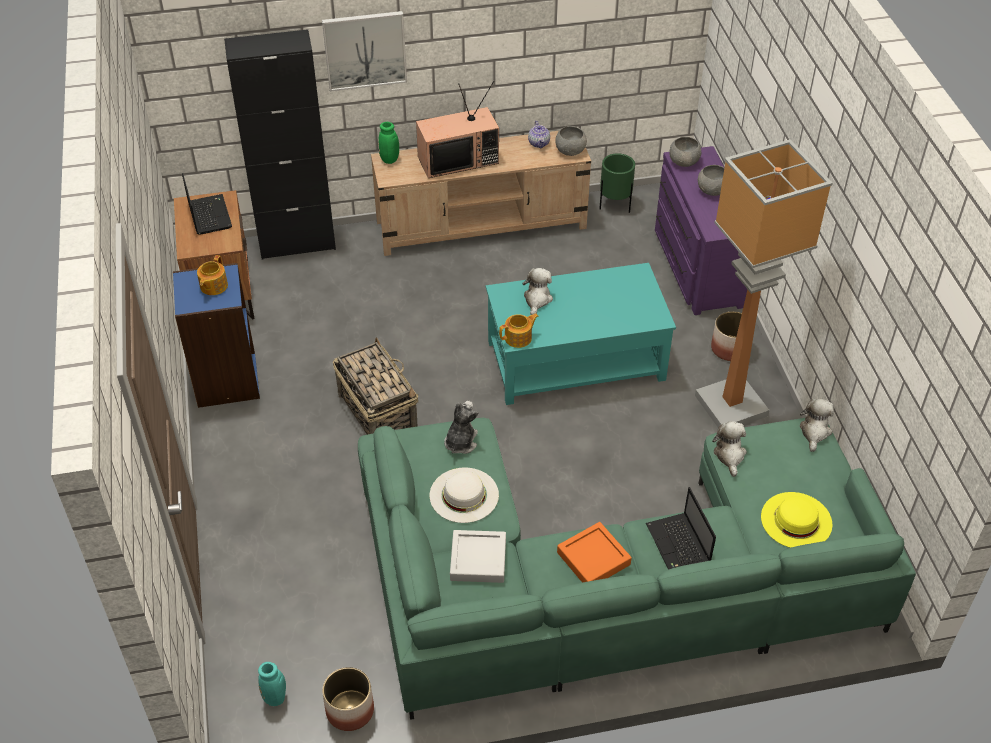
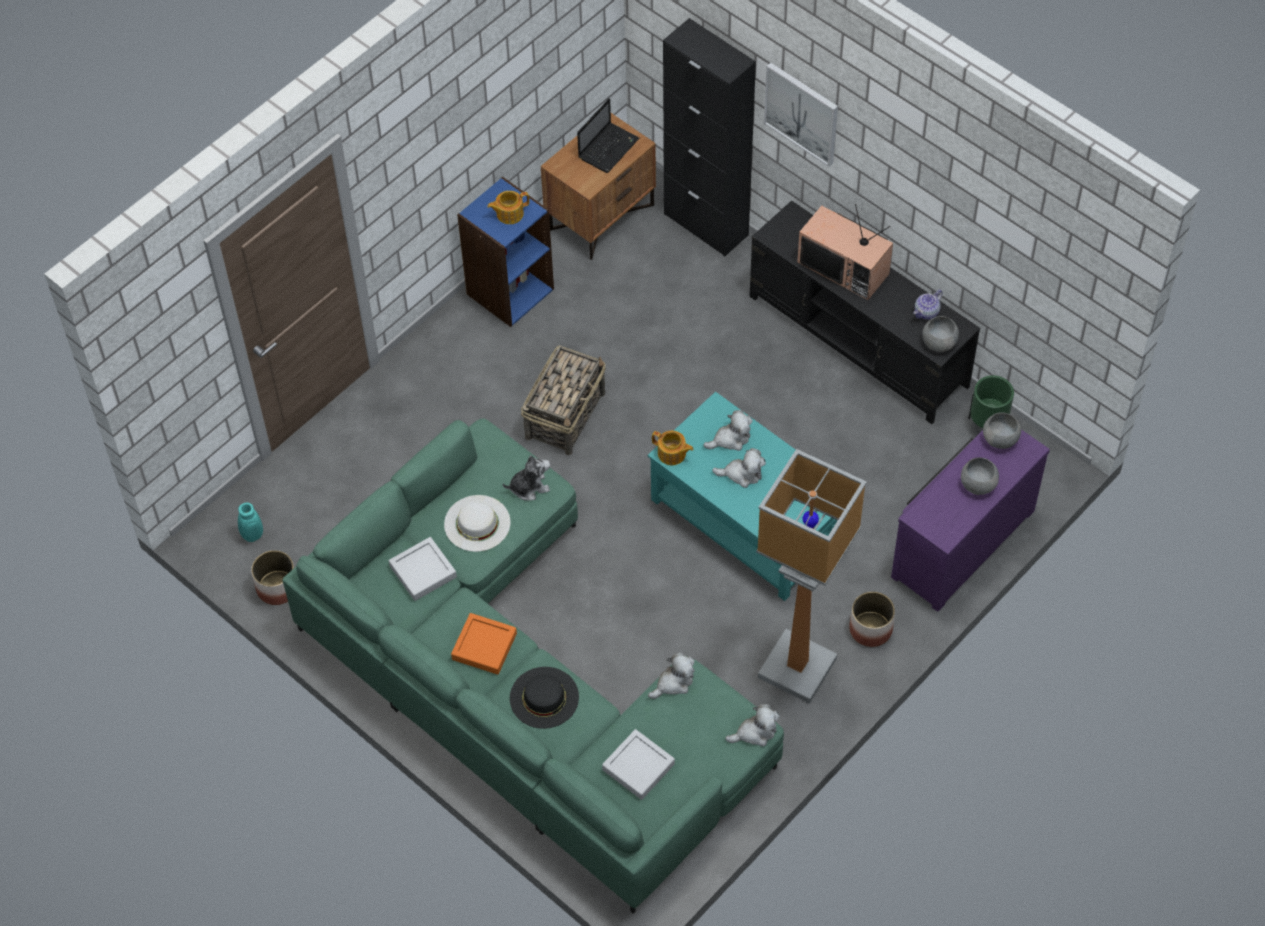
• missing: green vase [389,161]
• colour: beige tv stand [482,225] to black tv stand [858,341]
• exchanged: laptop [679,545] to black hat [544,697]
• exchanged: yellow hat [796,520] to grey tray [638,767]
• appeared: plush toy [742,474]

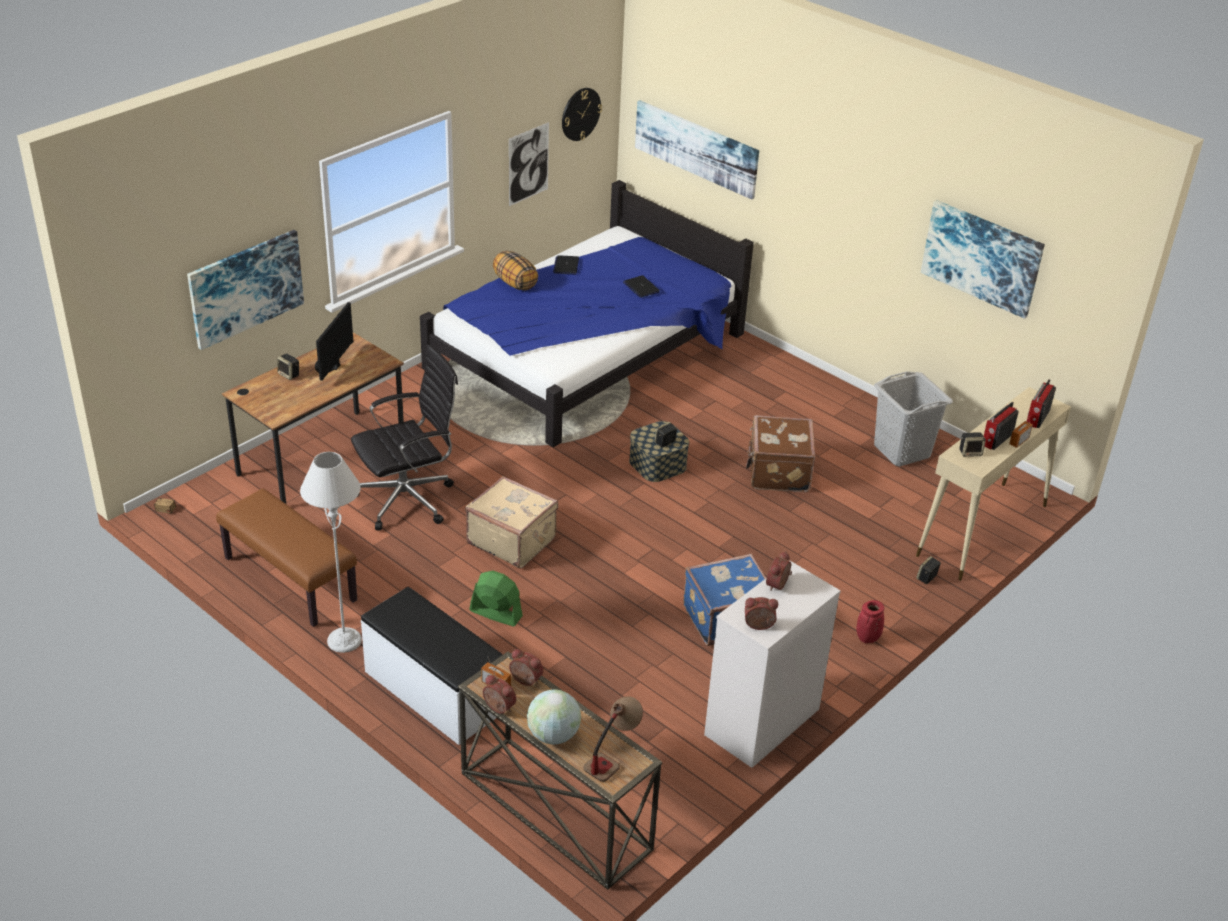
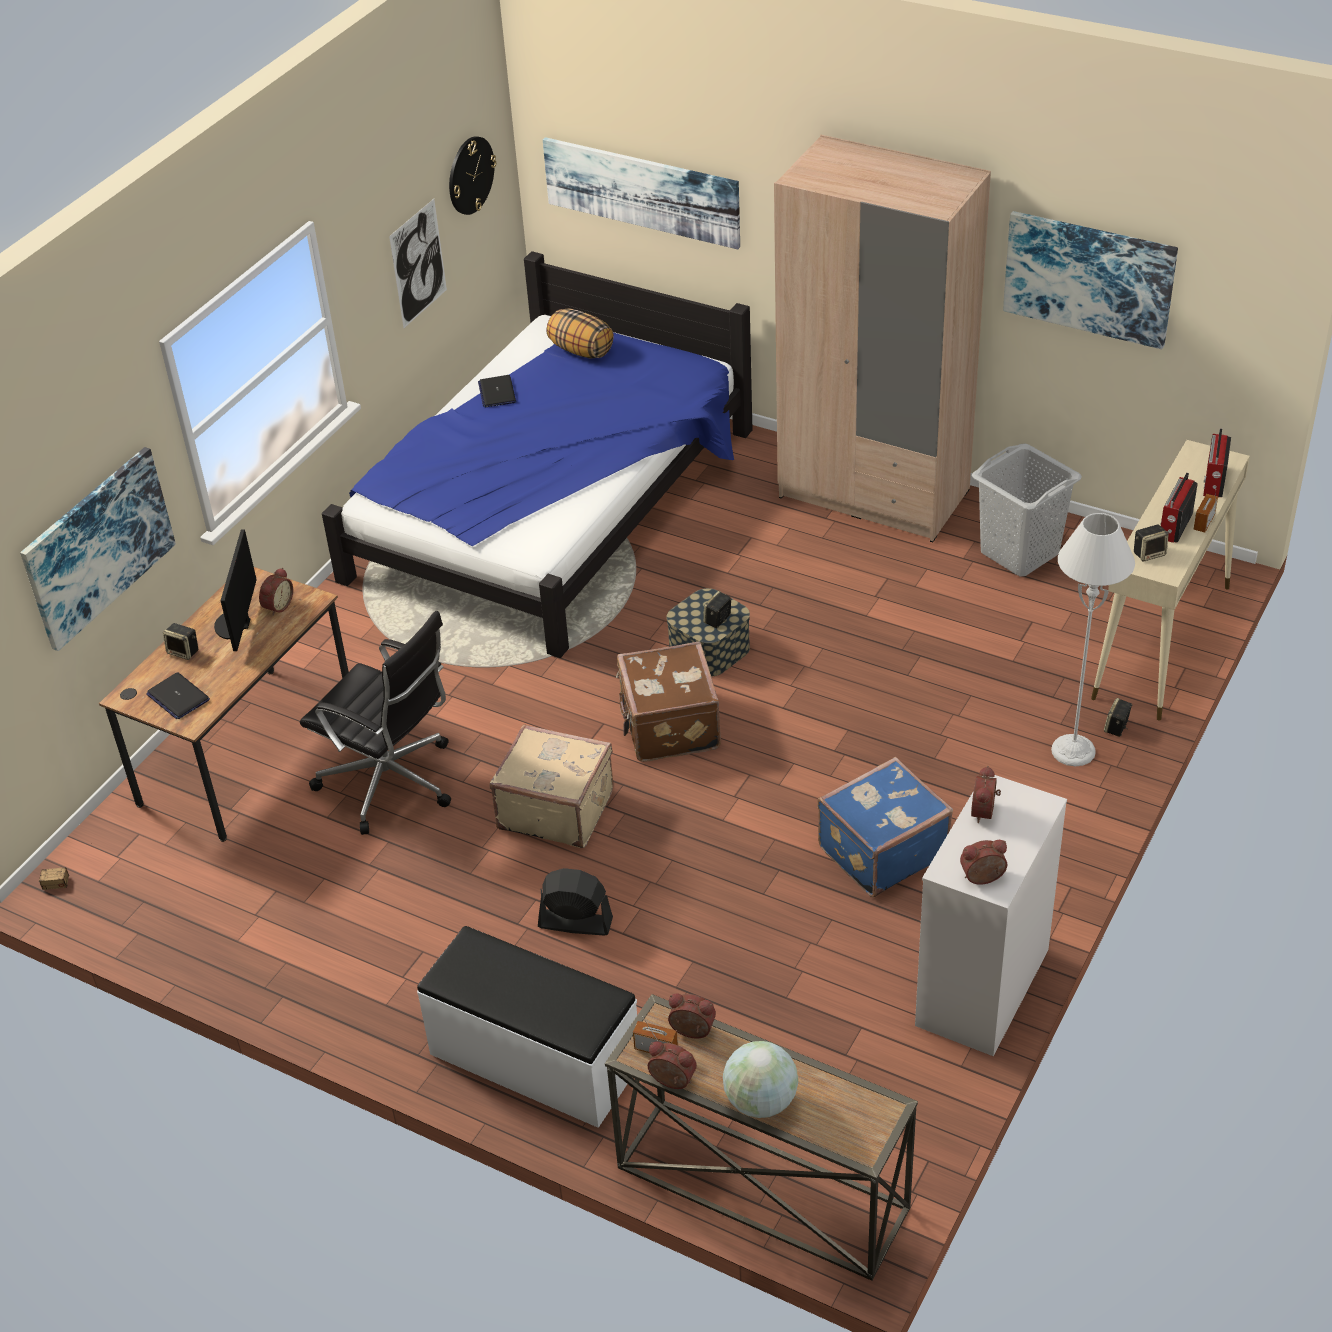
• relocated: pillow [515,283] to [581,351]
• relocated: laptop [641,287] to [178,697]
• spun: black office chair [408,499] = [391,783] 75 degrees clockwise
• relocated: brown suitcase [777,472] to [668,726]
• relocated: grey floor lamp [344,640] to [1073,750]
• missing: brown bench [289,579]
• colour: green fan [495,613] to black fan [575,922]
• missing: red vase [867,639]
• missing: table lamp [612,758]
• appeared: beige wardrobe [874,494]
• appeared: alarm clock [277,606]

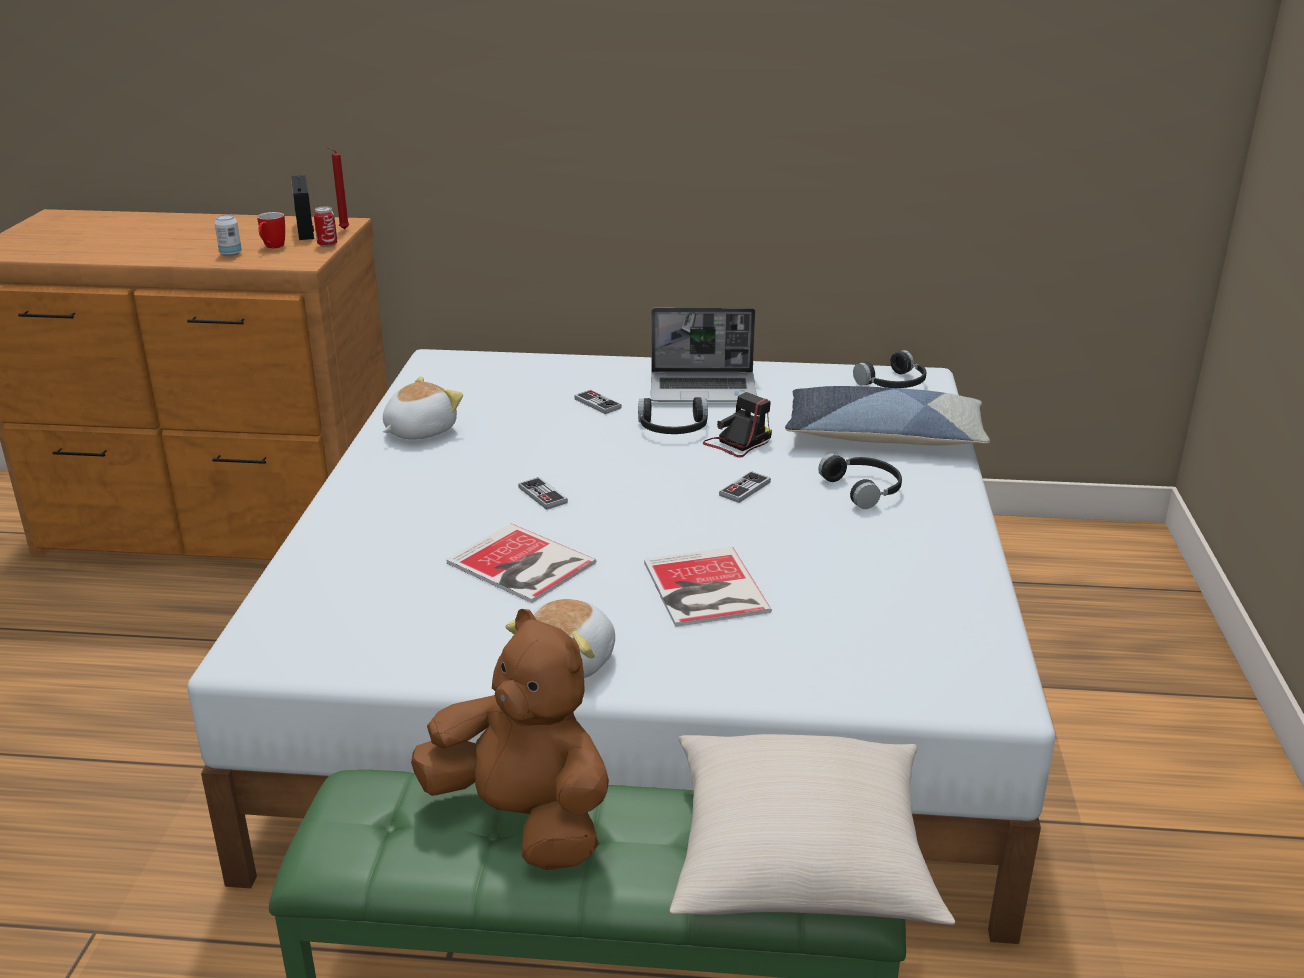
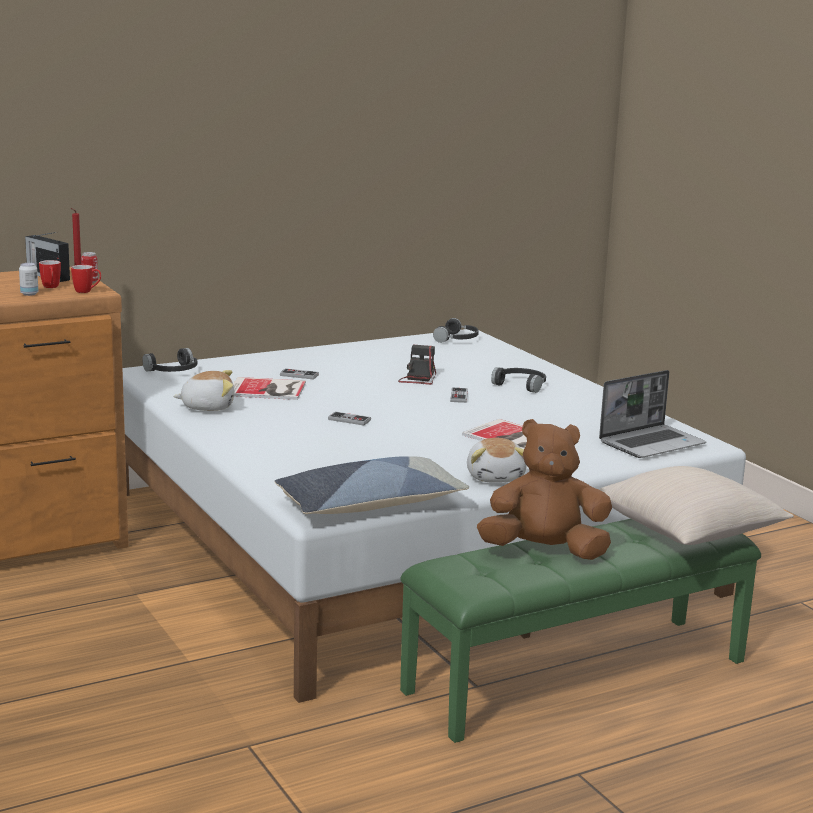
• relocated: laptop [704,389] to [652,443]
• spun: plush toy [419,431] = [207,407] 75 degrees clockwise
• relocated: pillow [883,436] to [370,504]
• relocated: black headphones [673,429] to [173,371]
• relocated: book [522,565] to [269,390]
• appeared: mug [87,291]

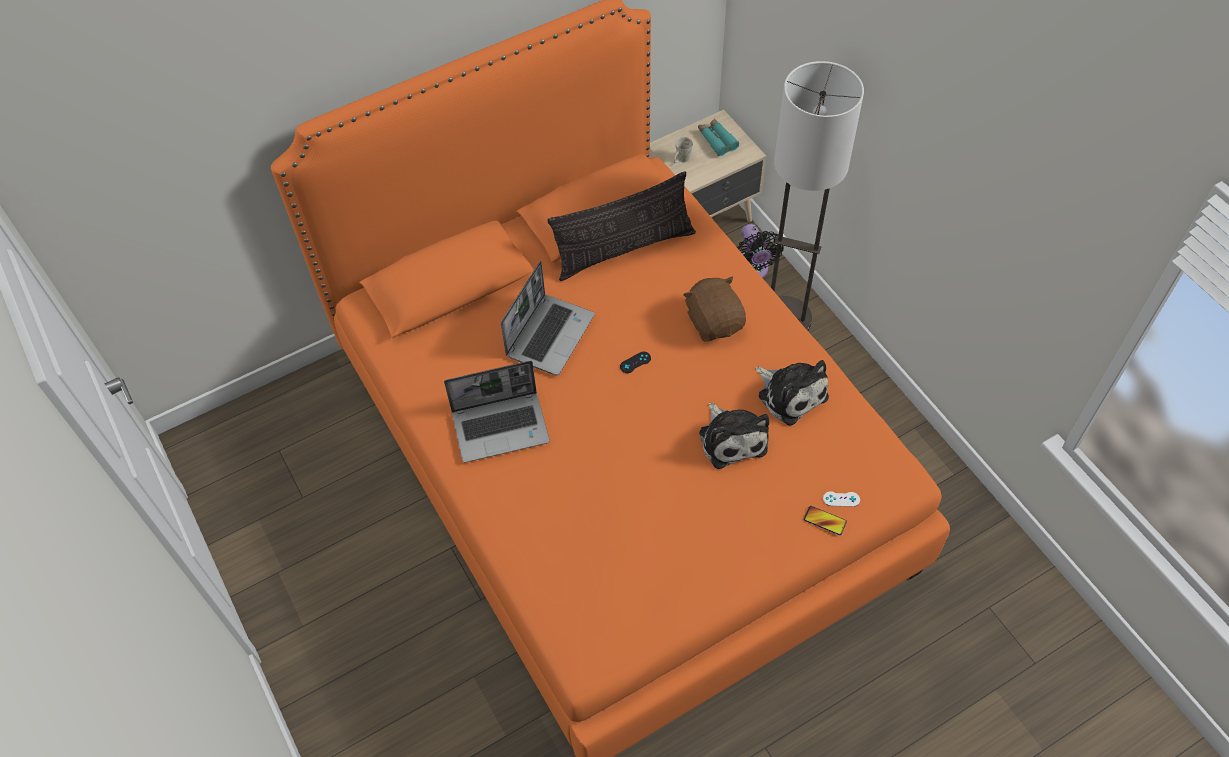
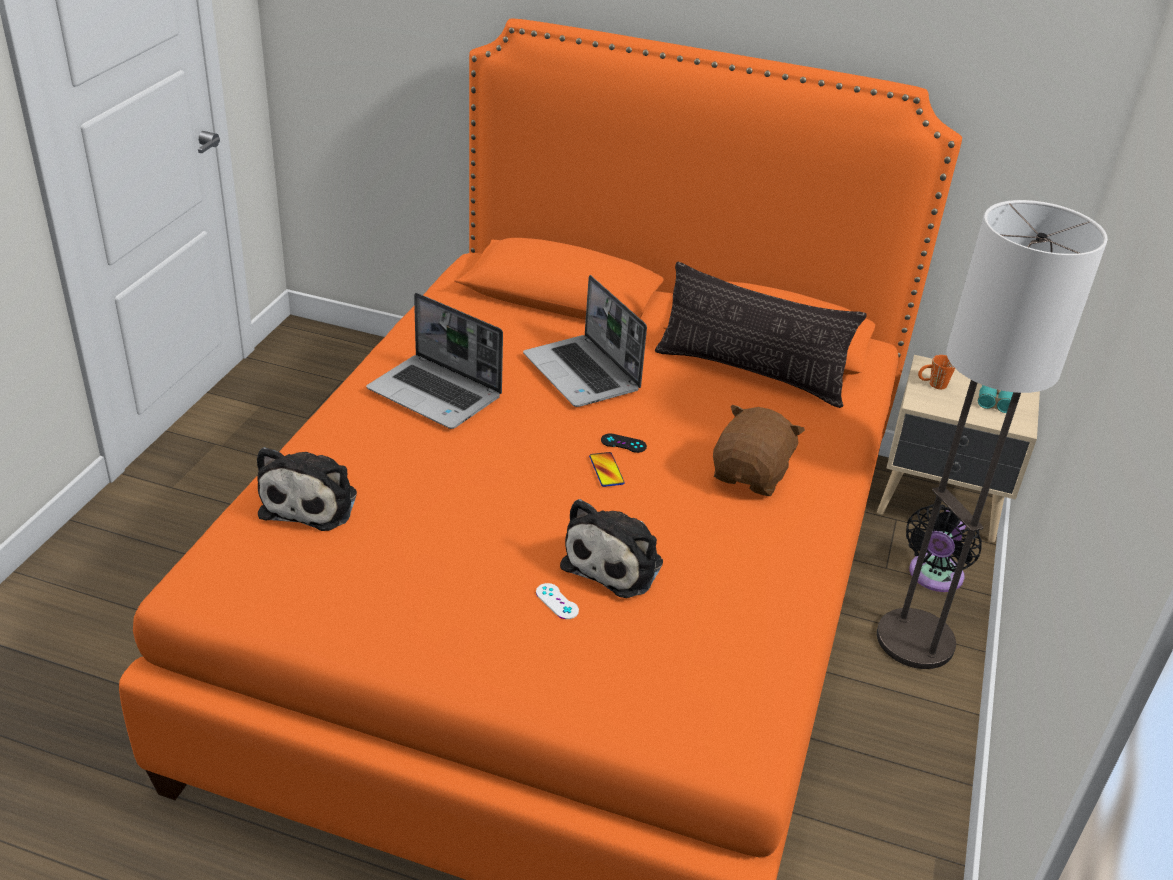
• colour: white mug [681,160] to orange mug [932,384]
• spun: laptop [550,334] = [583,374] 75 degrees clockwise
• relocated: plush toy [790,393] to [312,501]
• relocated: white game controller [841,499] to [557,601]
• relocated: phone [825,521] to [606,470]

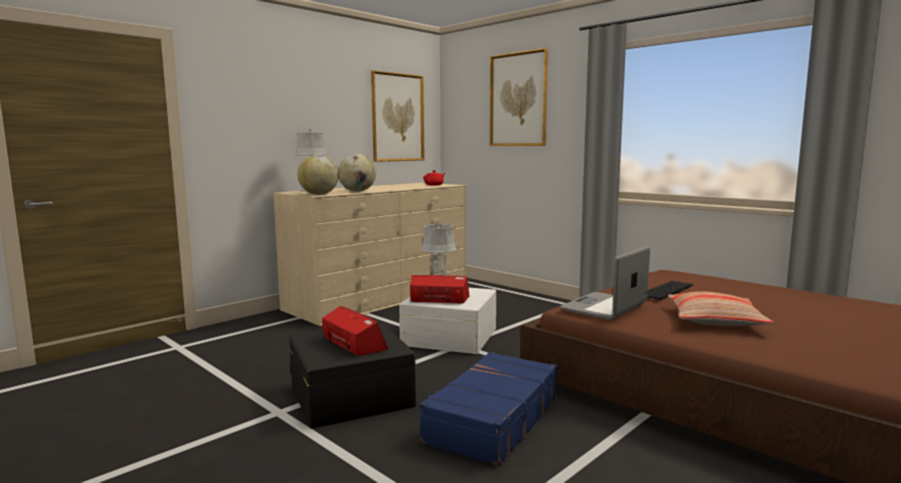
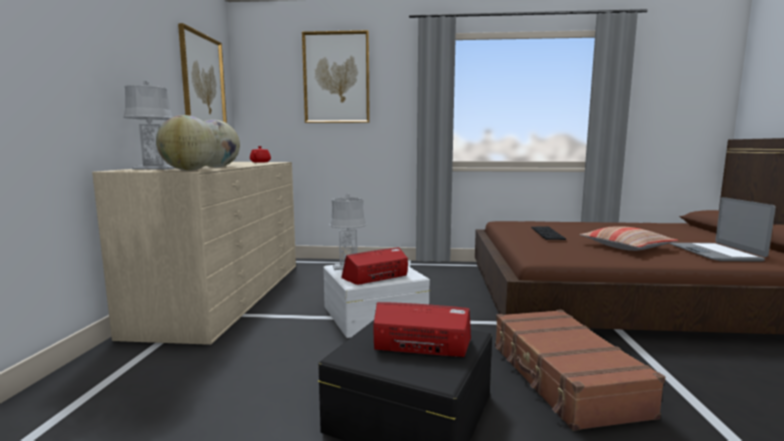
• relocated: laptop [604,307] to [715,253]
• colour: blue suitcase [492,420] to brown suitcase [563,379]

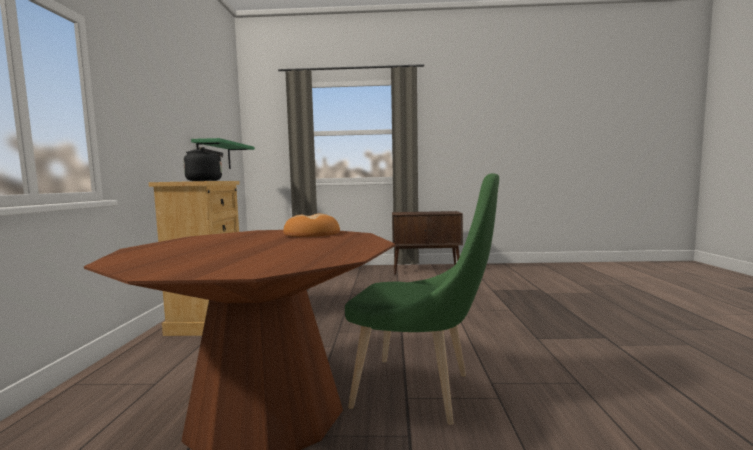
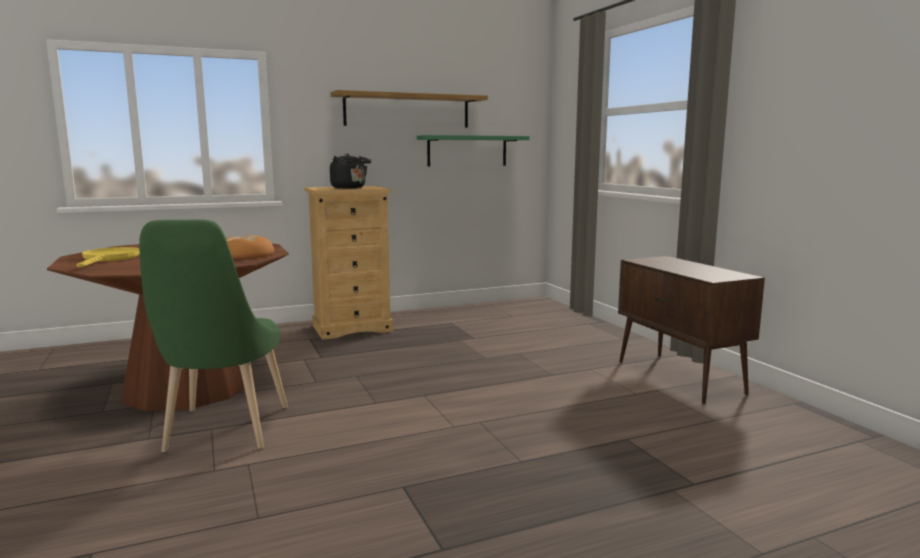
• appeared: shelf [407,110]
• appeared: yellow frying pan [109,259]

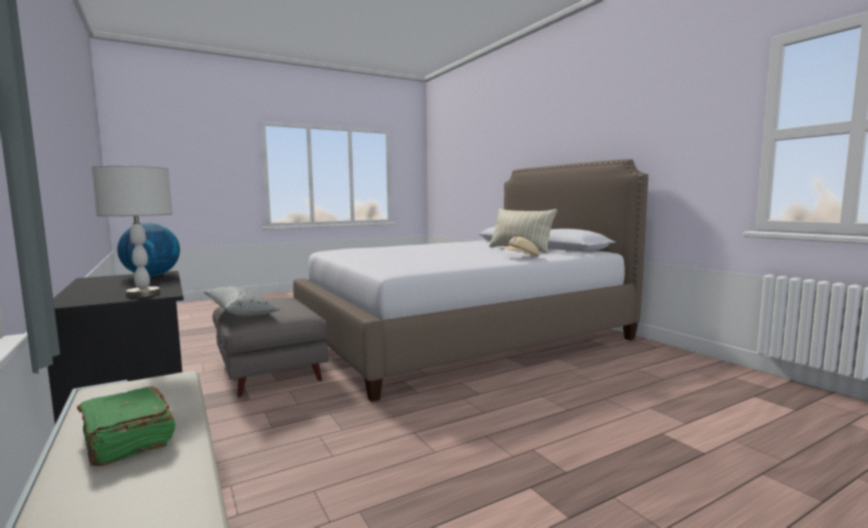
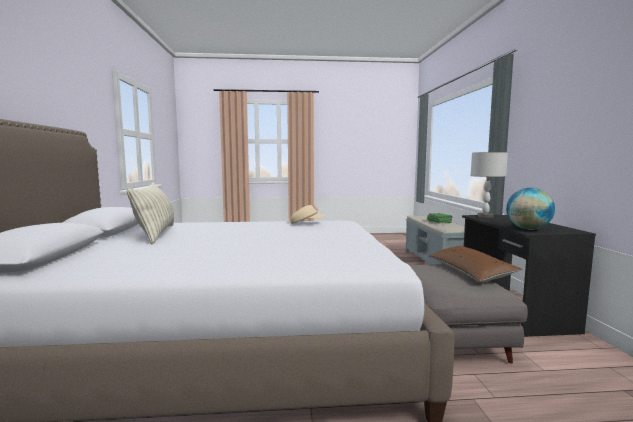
• relocated: beige cap [520,257] to [307,223]
• colour: grey pillow [240,312] to brown pillow [469,272]

